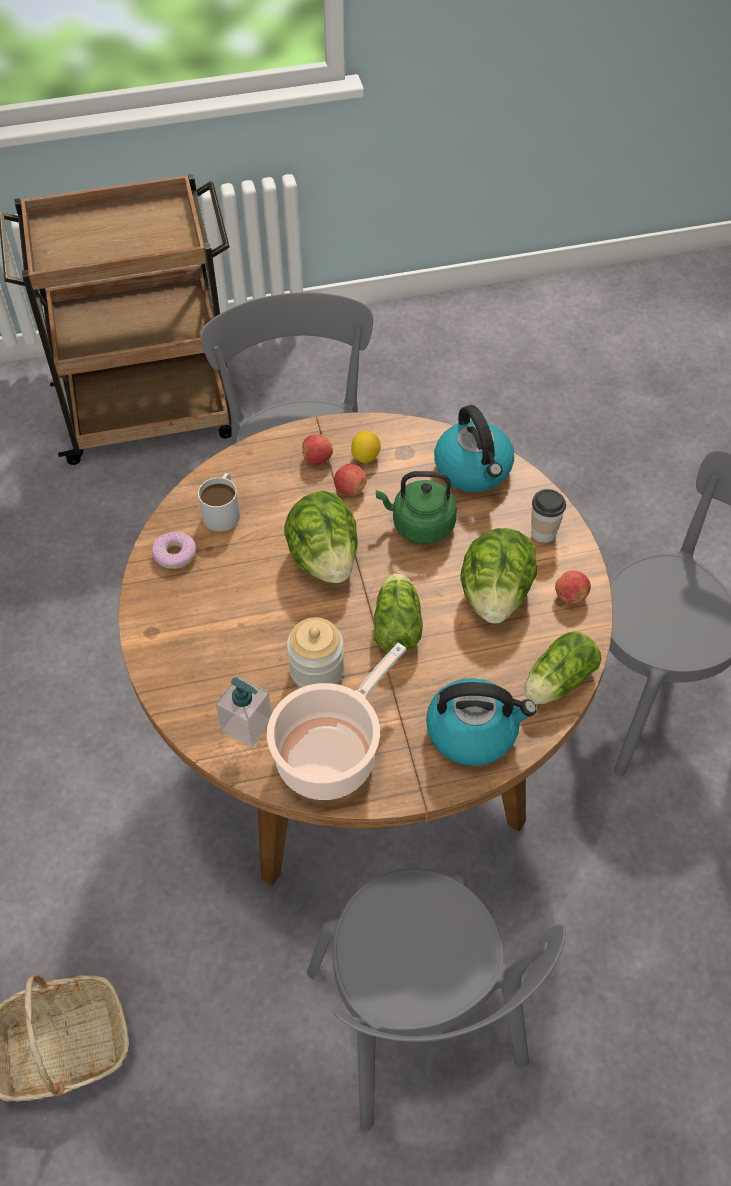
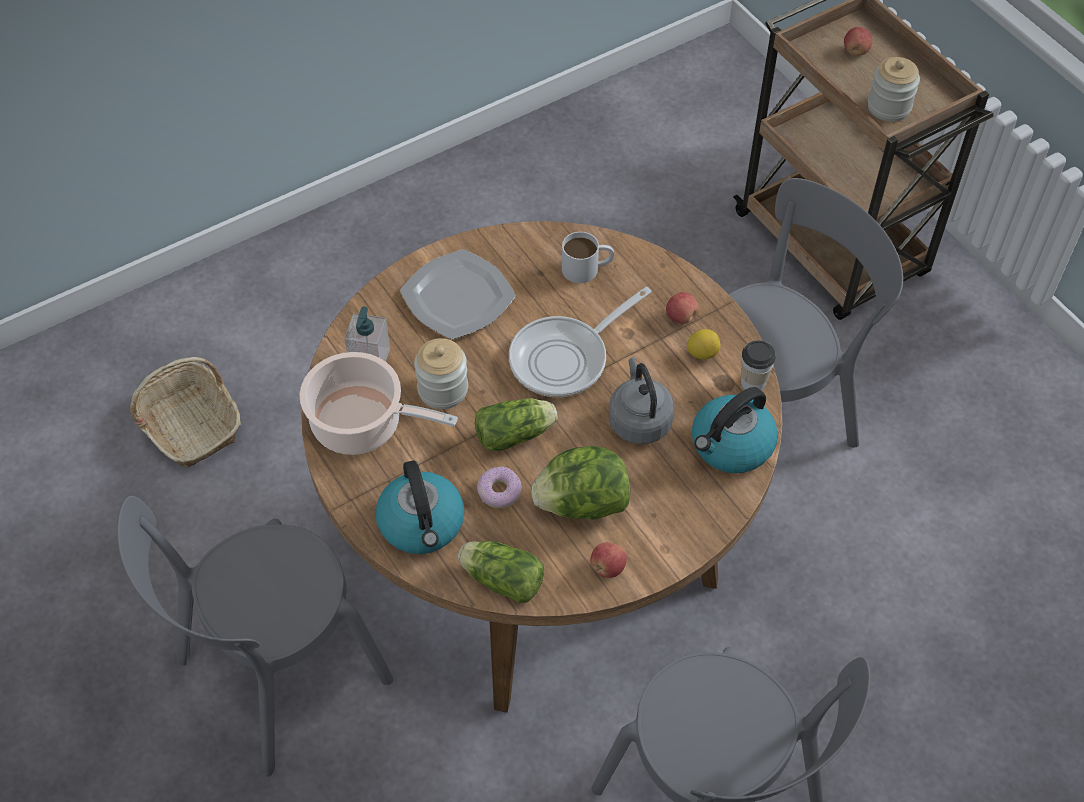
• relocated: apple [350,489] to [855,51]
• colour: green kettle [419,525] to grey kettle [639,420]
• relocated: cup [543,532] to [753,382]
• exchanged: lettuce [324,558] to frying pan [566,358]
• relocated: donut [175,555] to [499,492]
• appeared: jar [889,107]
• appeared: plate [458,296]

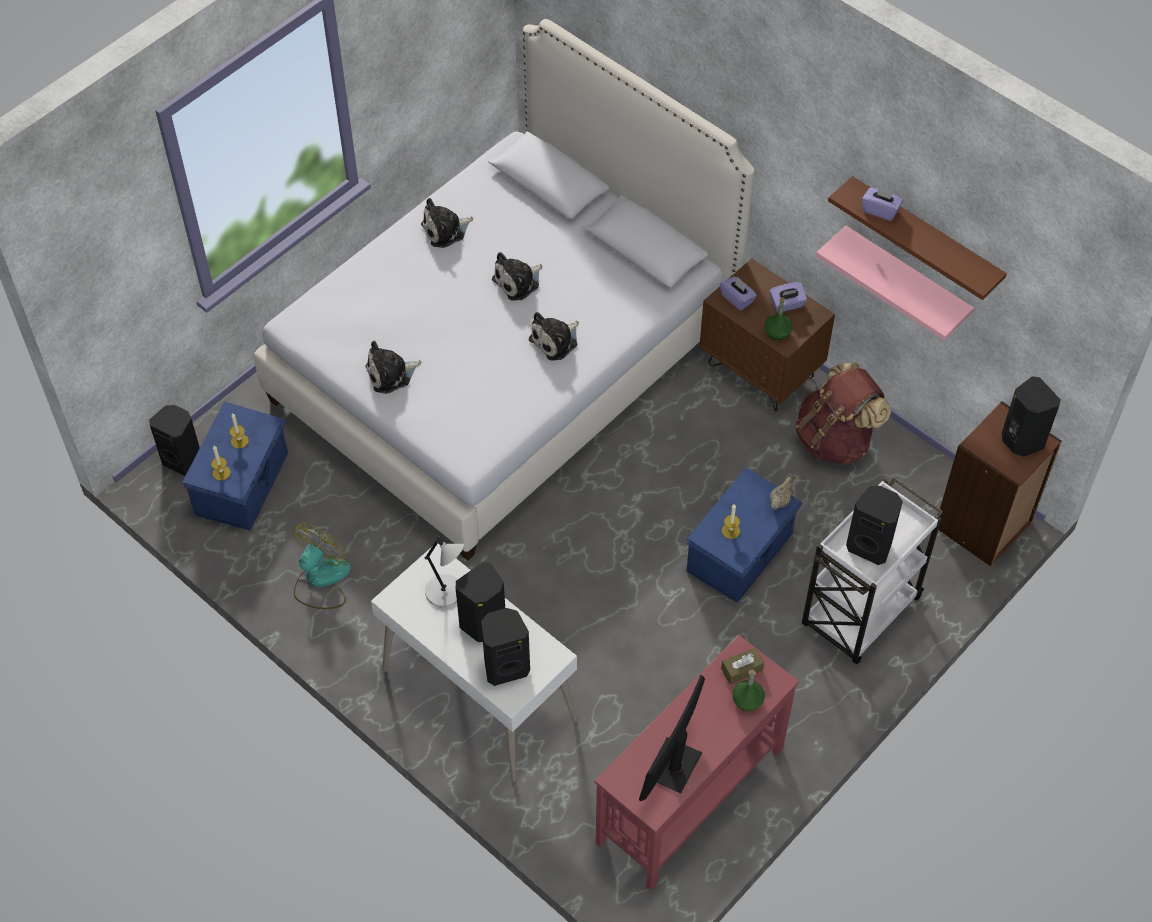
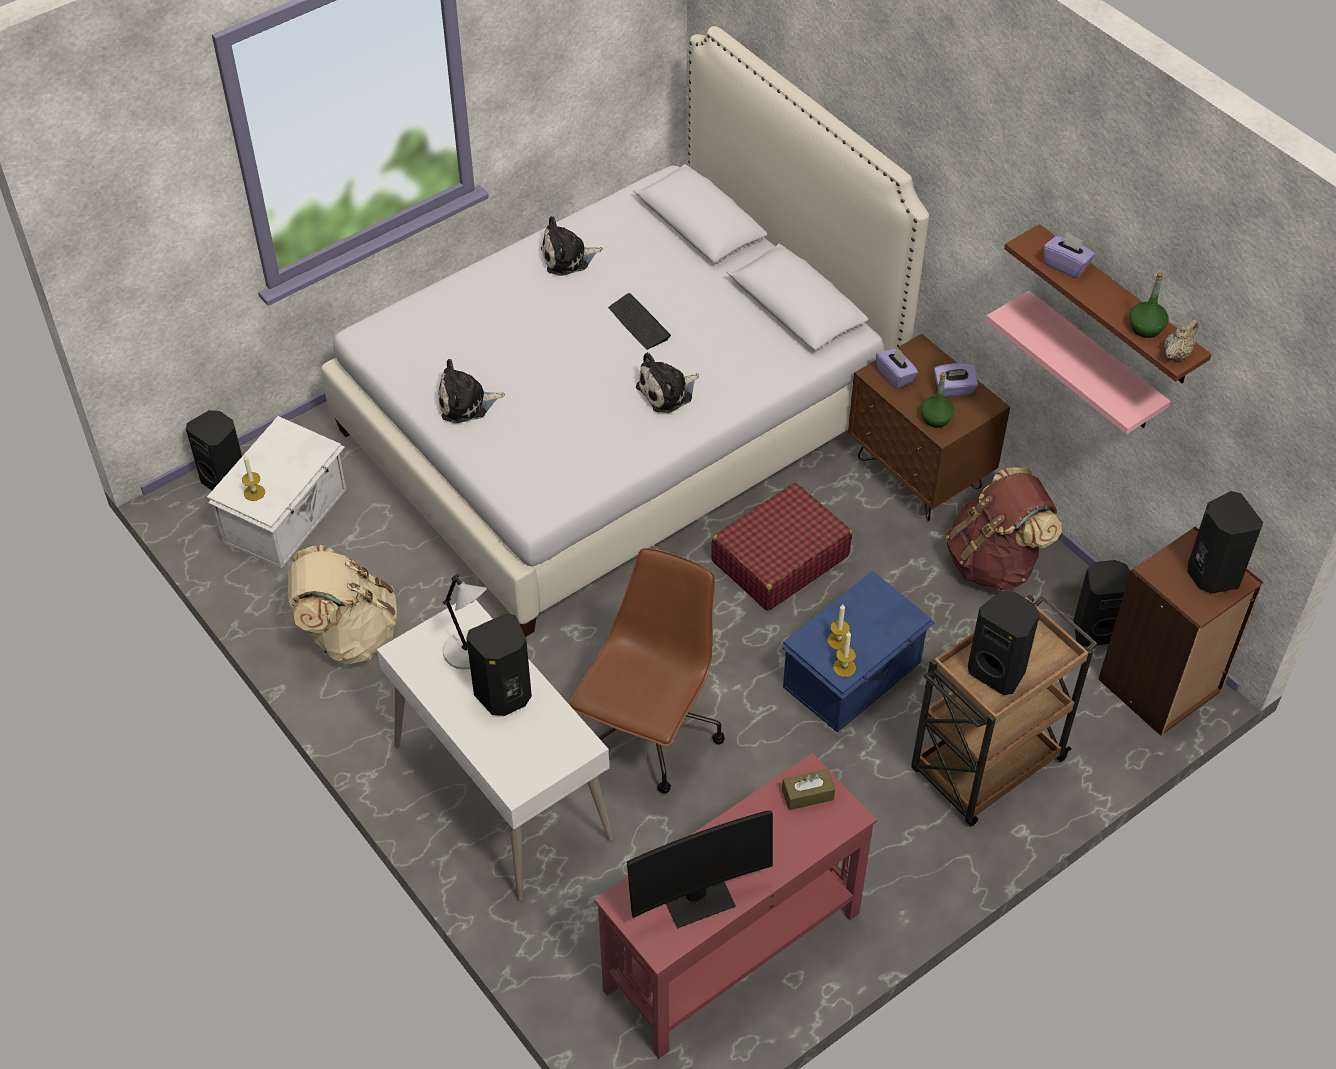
• exchanged: plush toy [518,282] to keyboard [638,323]
• colour: blue storage box [243,483] to white storage box [287,516]
• relocated: candle [239,441] to [844,667]
• relocated: beige teapot [779,501] to [1177,353]
• colour: white cart [859,614] to brown cart [985,767]
• exchanged: fan [321,580] to beige backpack [348,634]
• relocated: black speaker [505,666] to [1095,630]
• relocated: green bottle [747,700] to [1145,328]
• spun: monitor [673,766] = [697,897] 150 degrees counterclockwise
• appeared: red suitcase [779,559]
• appeared: brown office chair [649,735]

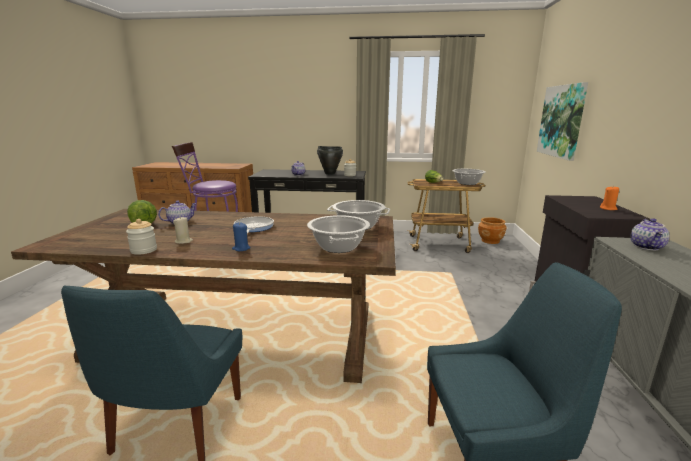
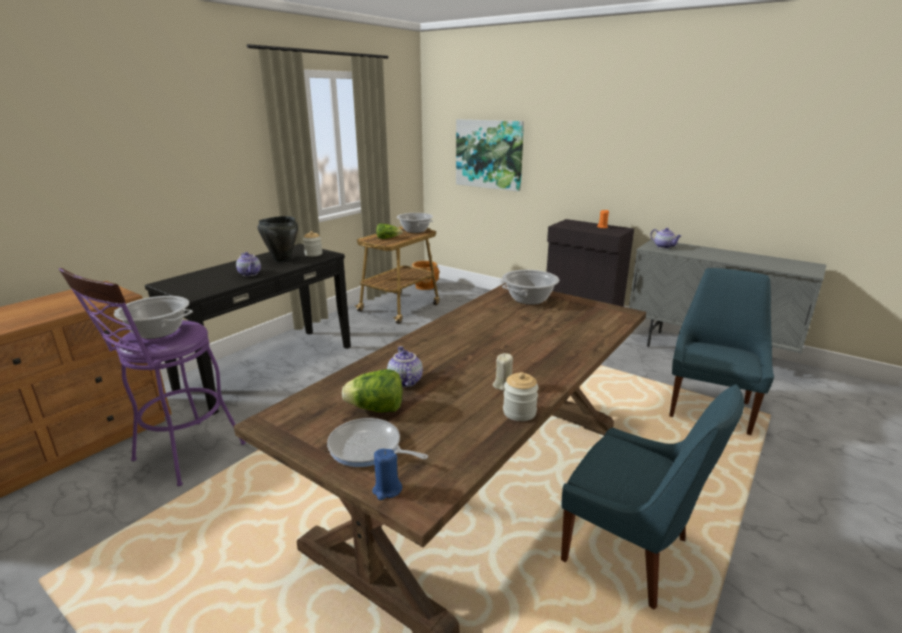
• relocated: cooking pot [338,247] to [157,331]
• relocated: frying pan [253,228] to [368,448]
• relocated: blue candle [241,248] to [387,490]

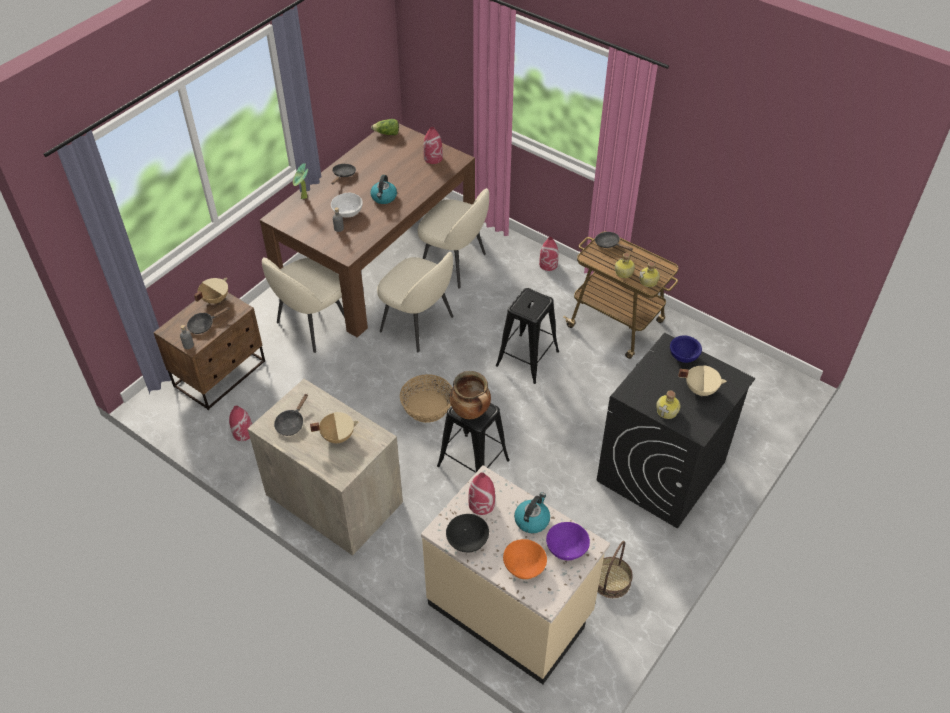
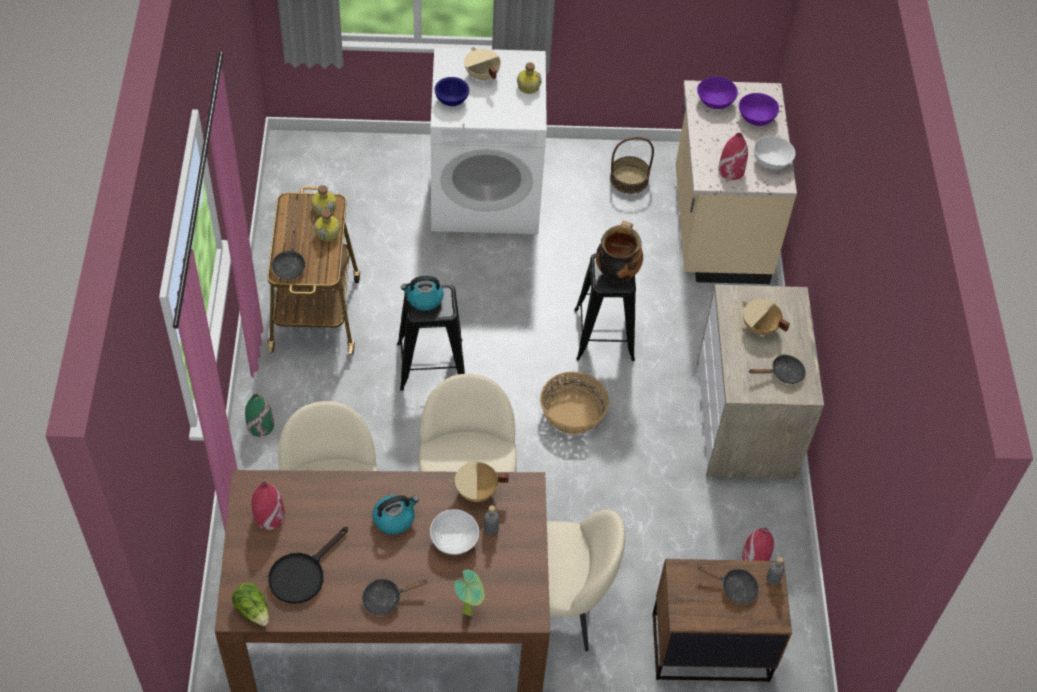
• colour: red vase [548,264] to green vase [260,425]
• relocated: beige cooking pot [215,299] to [476,492]
• colour: black washing machine [661,472] to white washing machine [486,194]
• relocated: kettle [532,520] to [424,299]
• colour: black bowl [467,540] to white bowl [771,161]
• colour: orange bowl [524,566] to purple bowl [756,117]
• appeared: black frying pan [302,574]

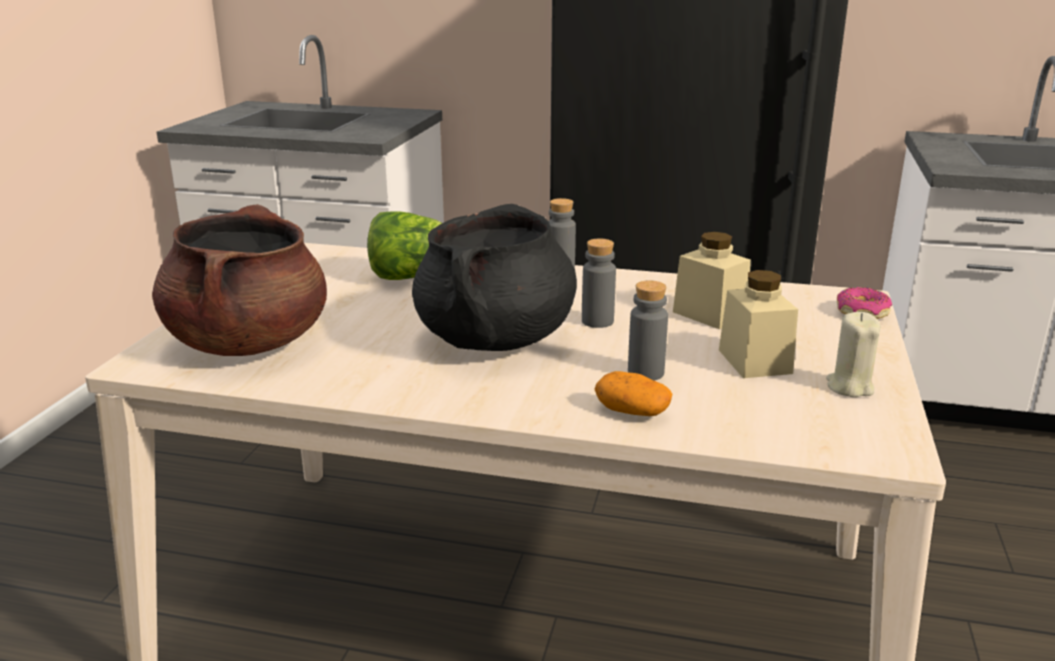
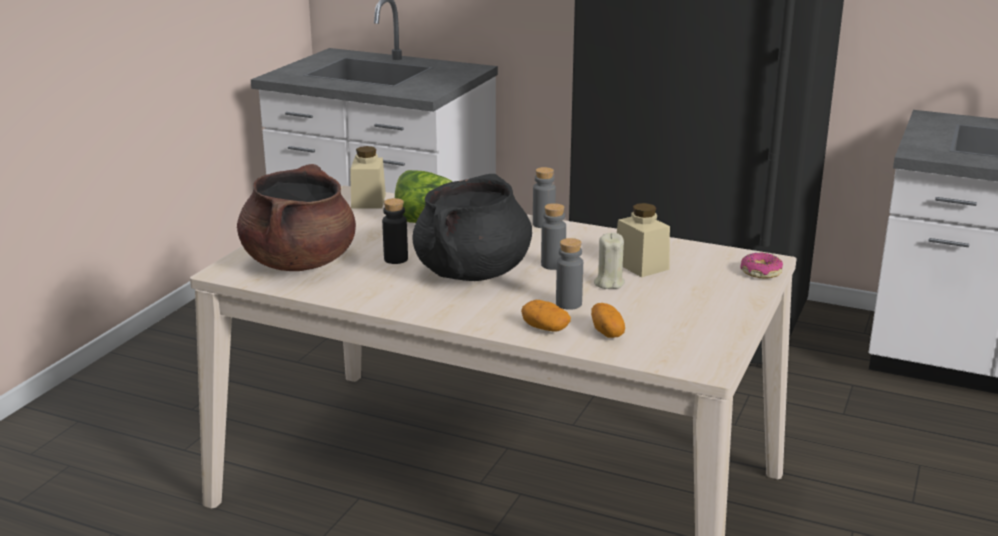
• relocated: beige jar [754,361] to [368,201]
• relocated: beige candle [849,387] to [609,283]
• appeared: black bottle [396,259]
• appeared: potato [607,332]

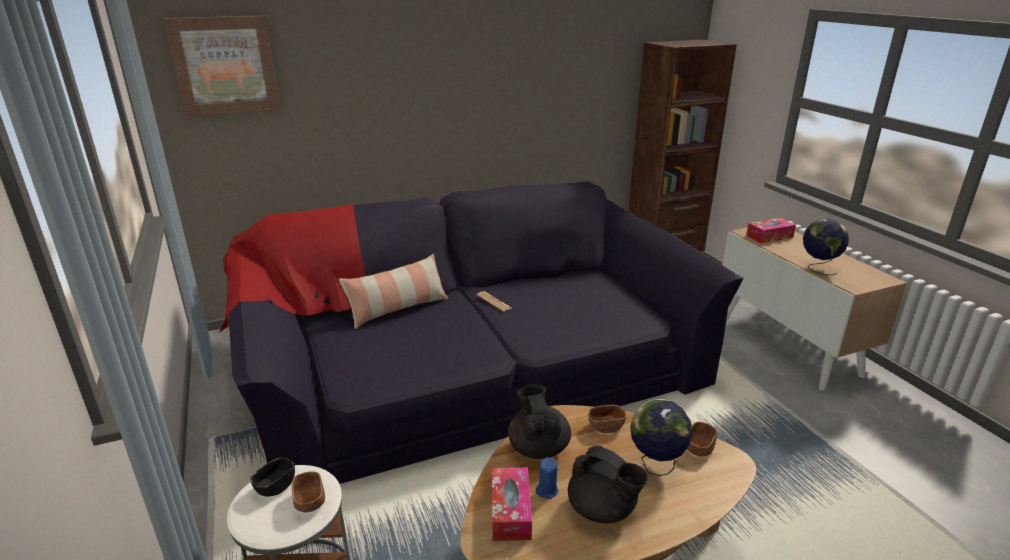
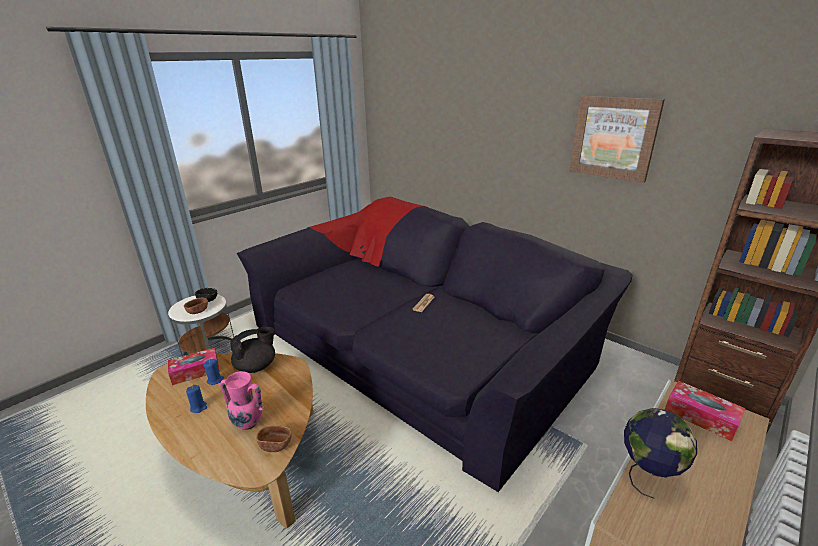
• relocated: picture [225,65] to [613,138]
• missing: pillow [398,309]
• exchanged: globe [656,465] to pink vase [248,424]
• missing: brown bowl [605,426]
• exchanged: black teapot [602,510] to blue candle [198,407]

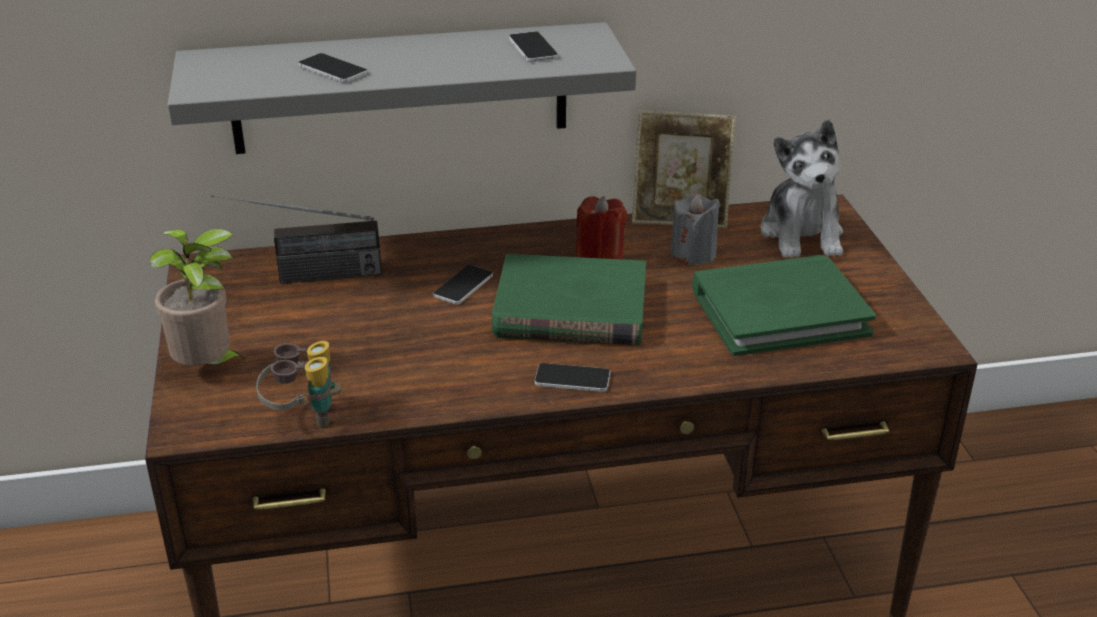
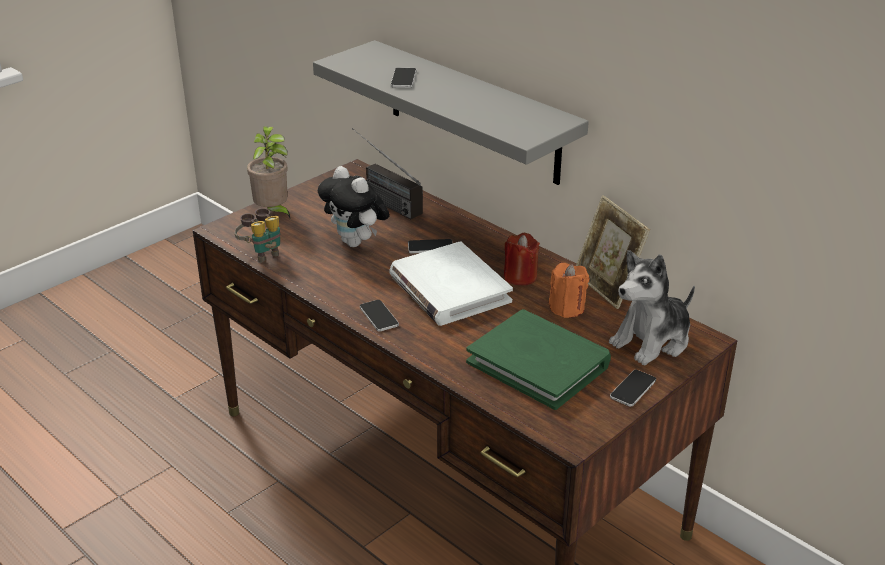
• relocated: phone [533,48] to [633,389]
• colour: grey candle [693,254] to orange candle [567,308]
• colour: green book [570,309] to white book [449,289]
• appeared: plush toy [356,243]

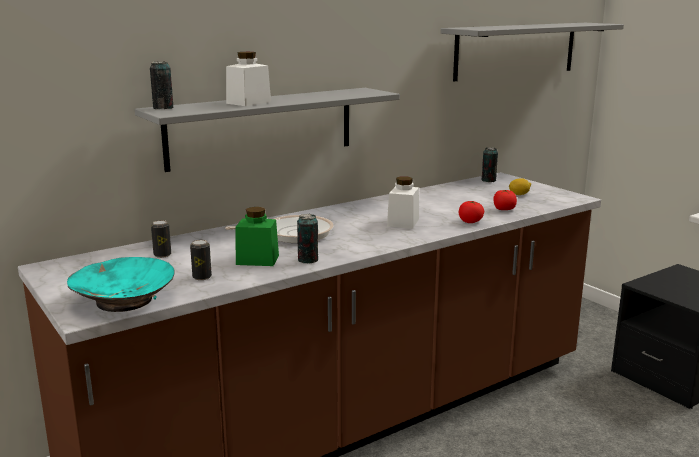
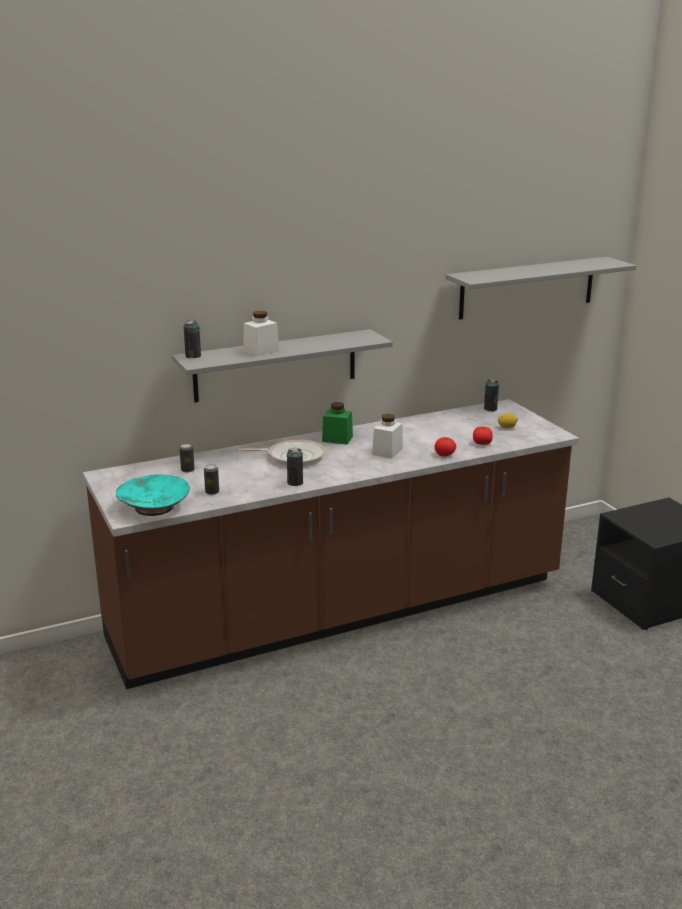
• relocated: green jar [257,260] to [337,439]

